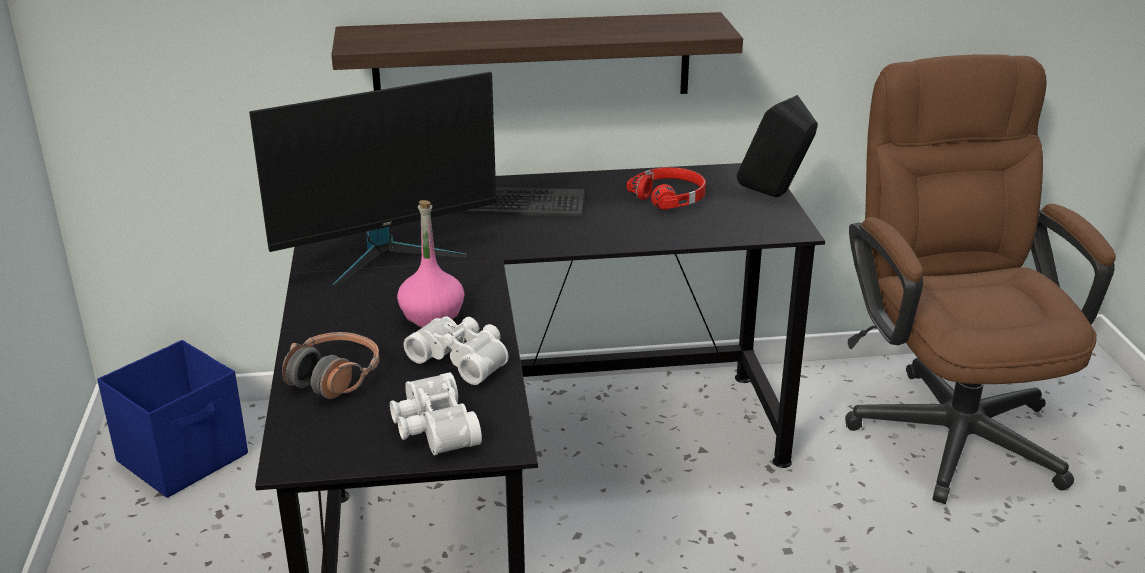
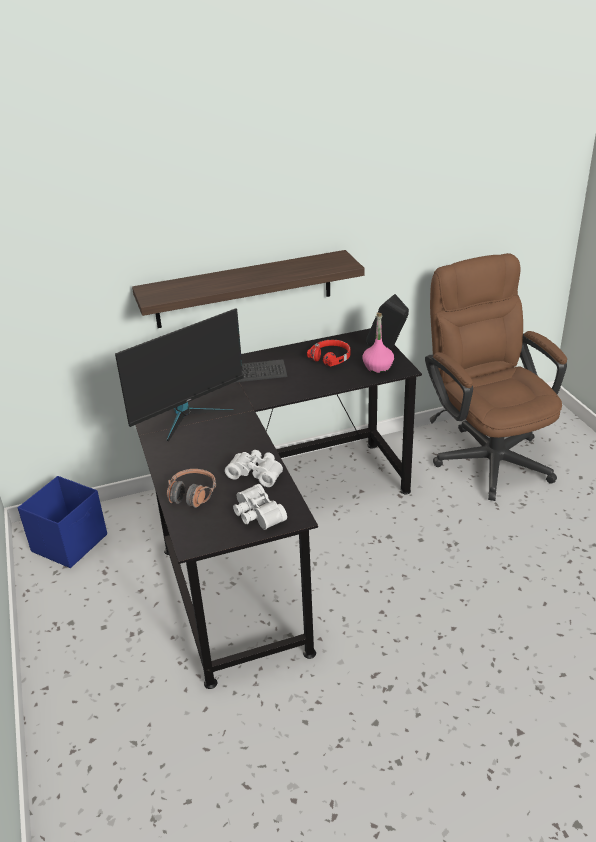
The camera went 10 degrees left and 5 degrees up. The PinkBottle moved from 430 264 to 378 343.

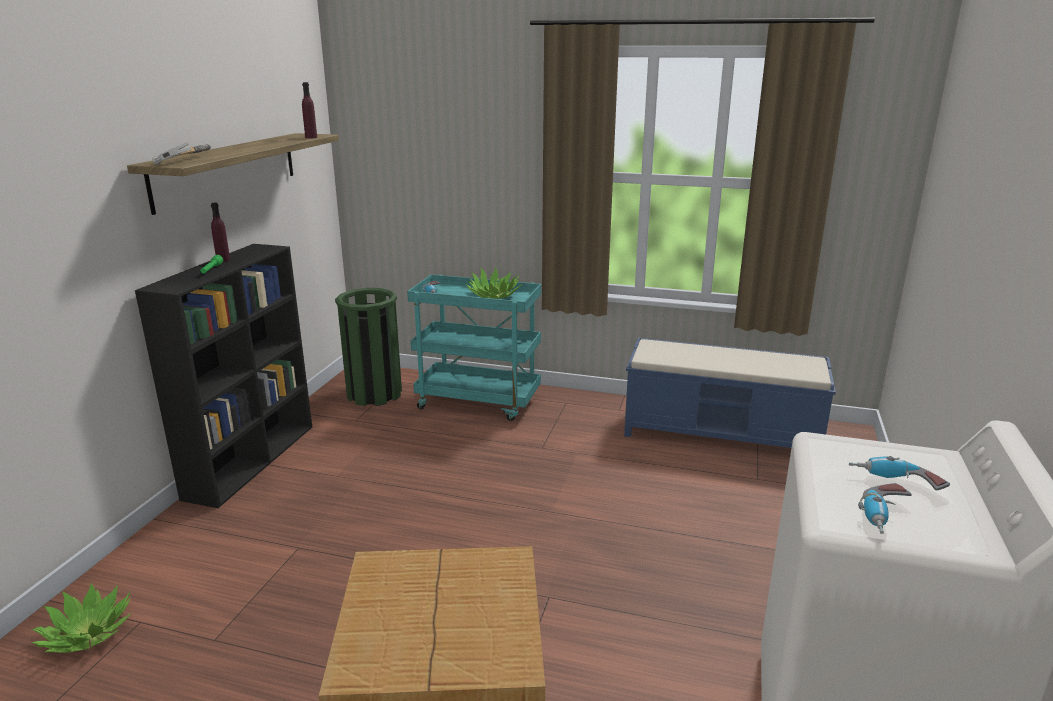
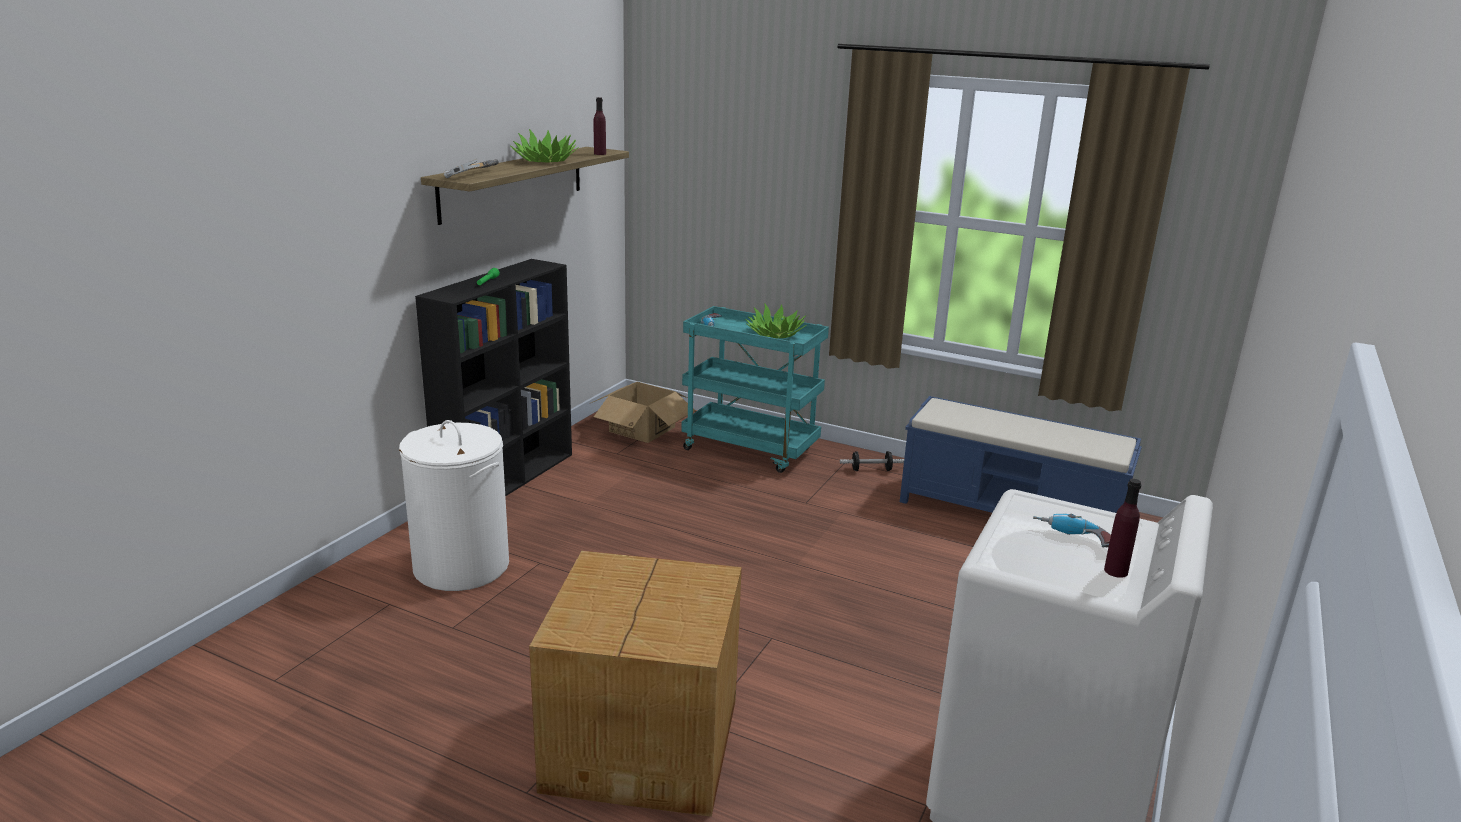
The camera went 10 degrees right and 0 degrees up. The PottedPlant moved from 82 618 to 544 146. The PurpleBottle moved from 220 232 to 1122 528. The GreenTrashCan at 368 347 was replaced by the CardboardBox at 642 412. The PowerDrill at 885 508 disappeared. The WhiteLaundryBasket at 454 505 appeared. The Dumbbell at 872 461 appeared.

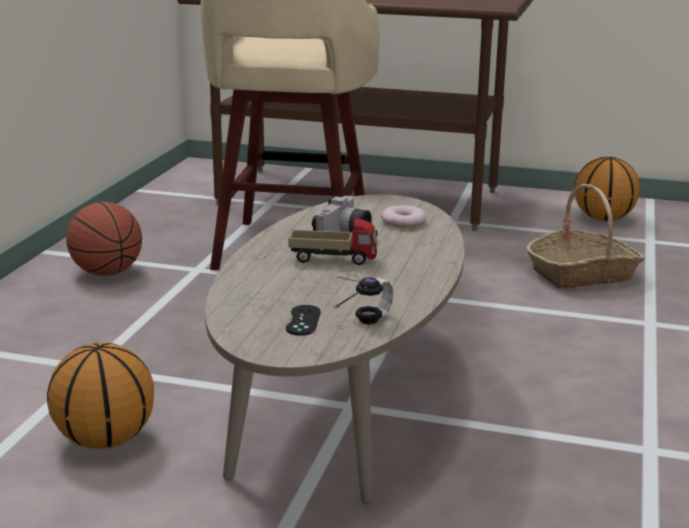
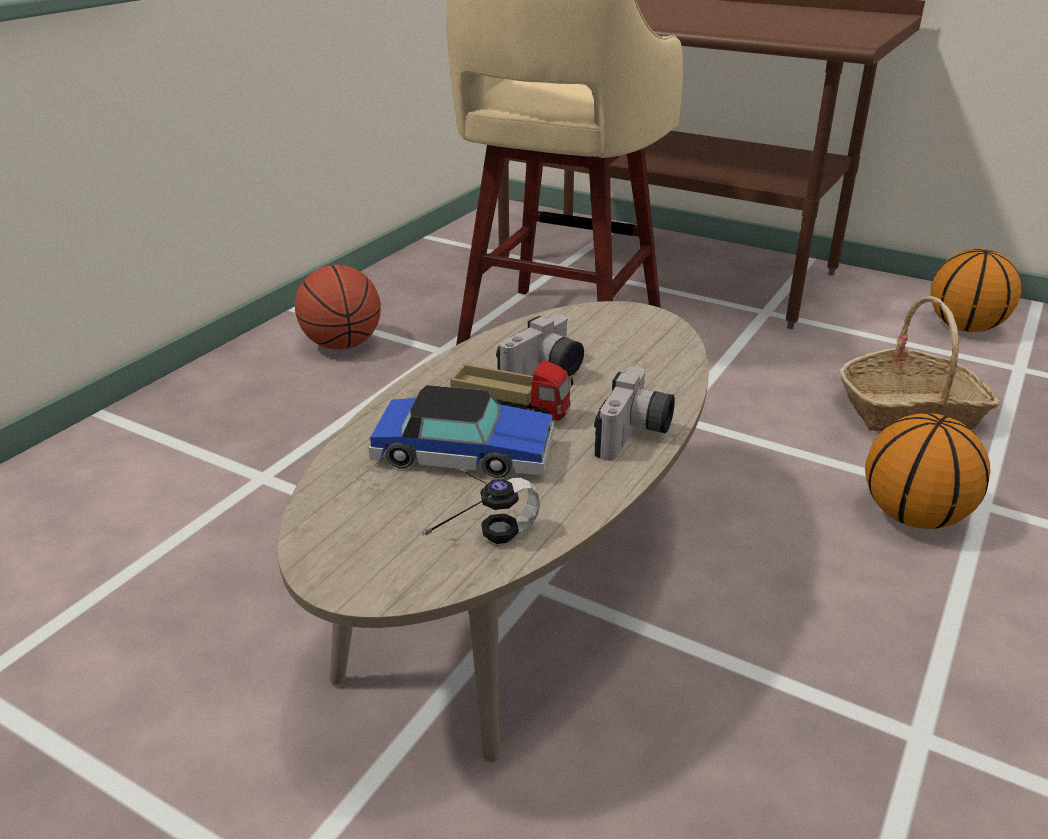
The camera went 15 degrees right and 10 degrees up. The Basketball moved from 100 395 to 928 471. The BlackGameController at 303 320 disappeared. The Donut at 404 216 disappeared. The ToyCar at 461 431 appeared. The PhotoCamera at 634 413 appeared.

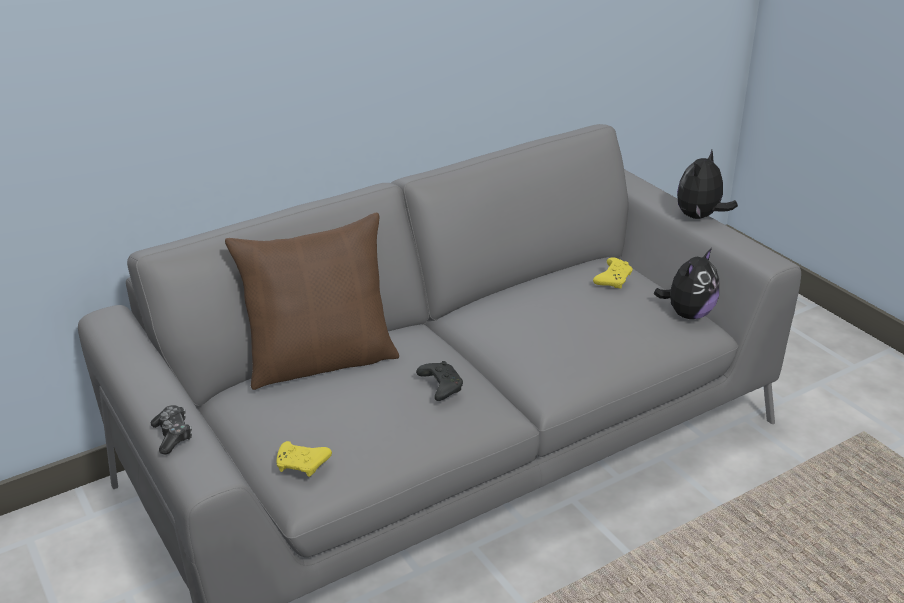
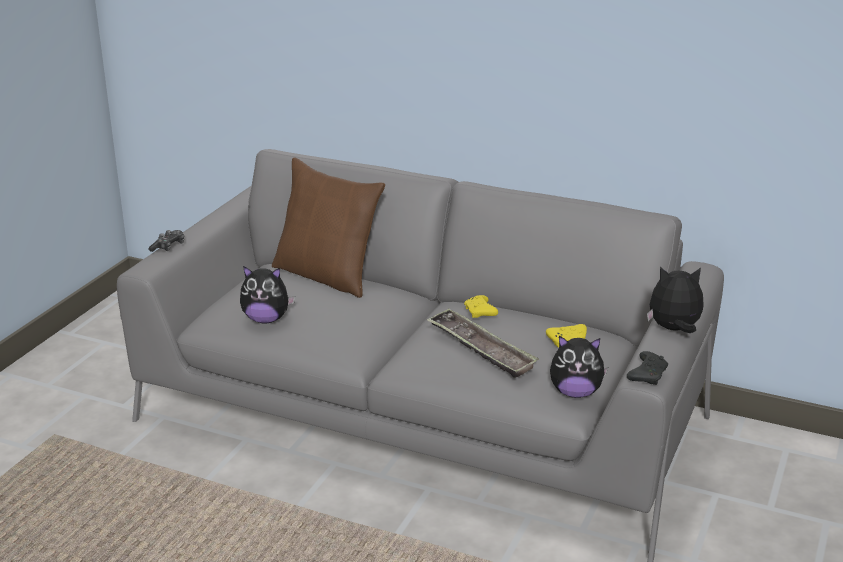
The camera went 55 degrees right and 5 degrees down. The YellowGameController moved from 304 459 to 481 306. The BlackGameController moved from 439 381 to 647 368. The PlushToy at 267 295 appeared. The Tray at 482 343 appeared.

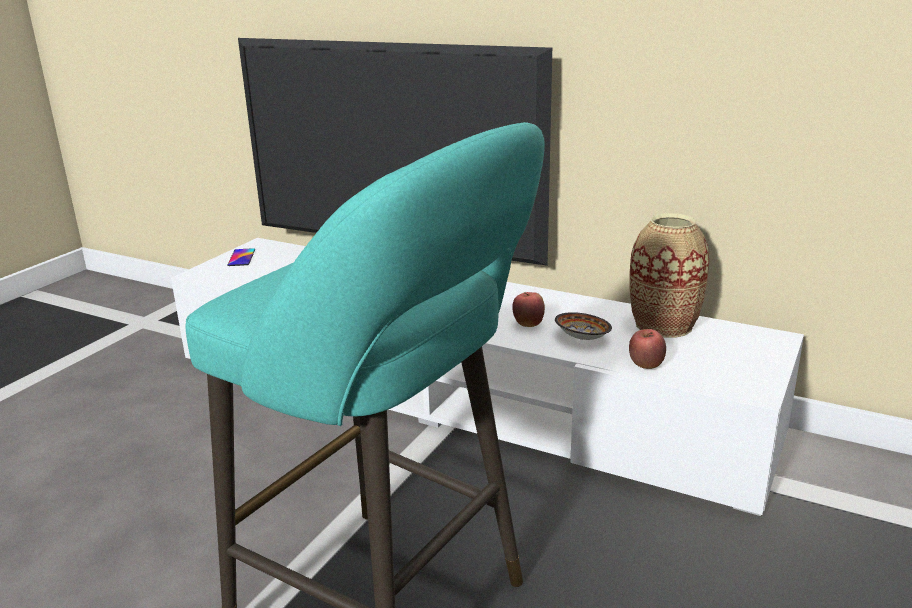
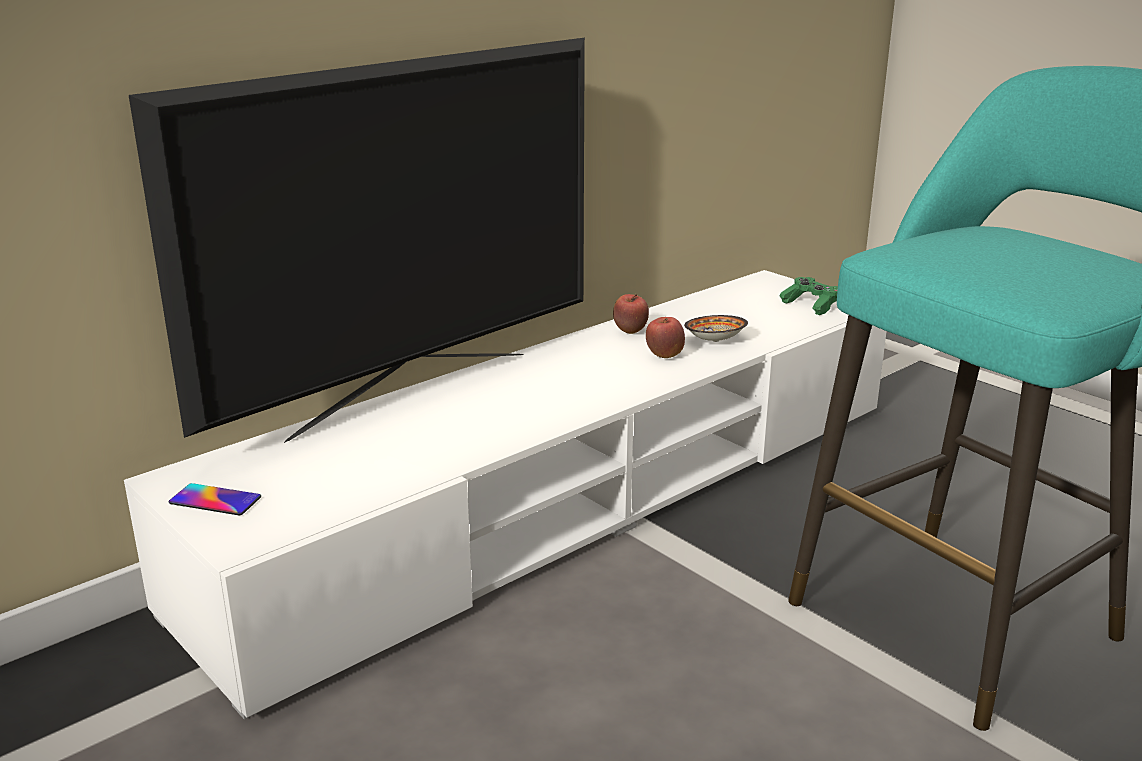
The camera went 70 degrees left and 0 degrees up. The Apple moved from 647 349 to 631 314. The Vase at 670 275 disappeared. The GreenGameController at 808 296 appeared.

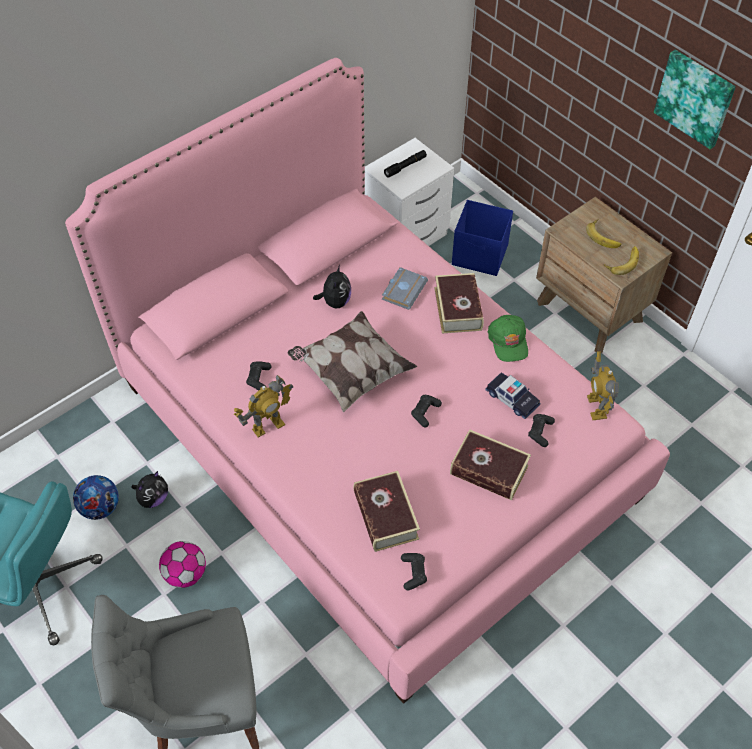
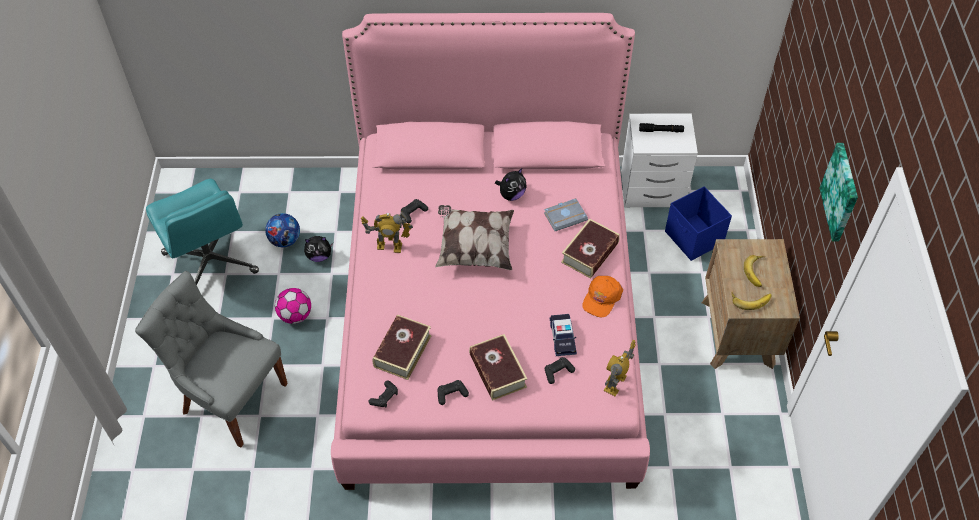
The camera went 40 degrees right and 0 degrees up. The BlackGameController moved from 426 411 to 453 392. The GreenCap at 508 338 became the OrangeCap at 602 296.

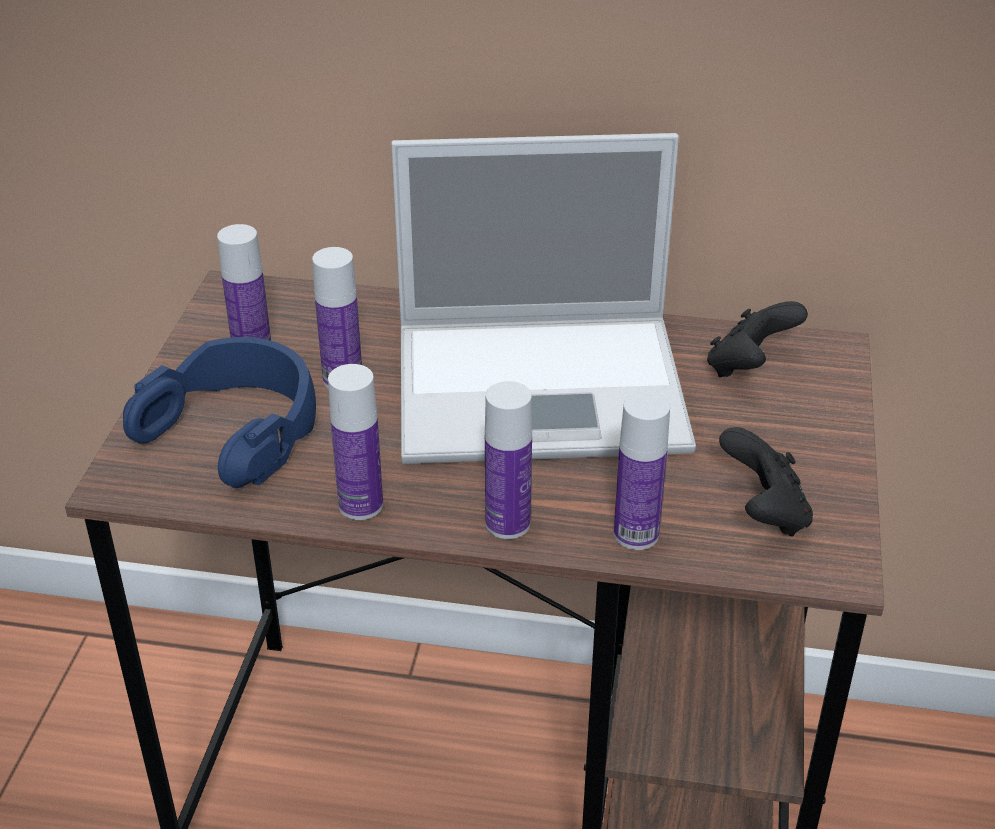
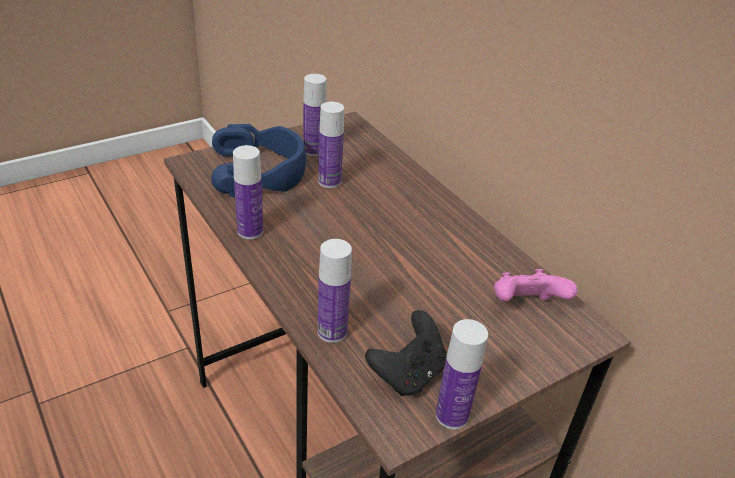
The camera went 45 degrees right and 0 degrees up. The Laptop at 543 298 disappeared. The Bottle moved from 508 460 to 462 374. The BlackGameController at 757 339 became the PinkGameController at 536 285.

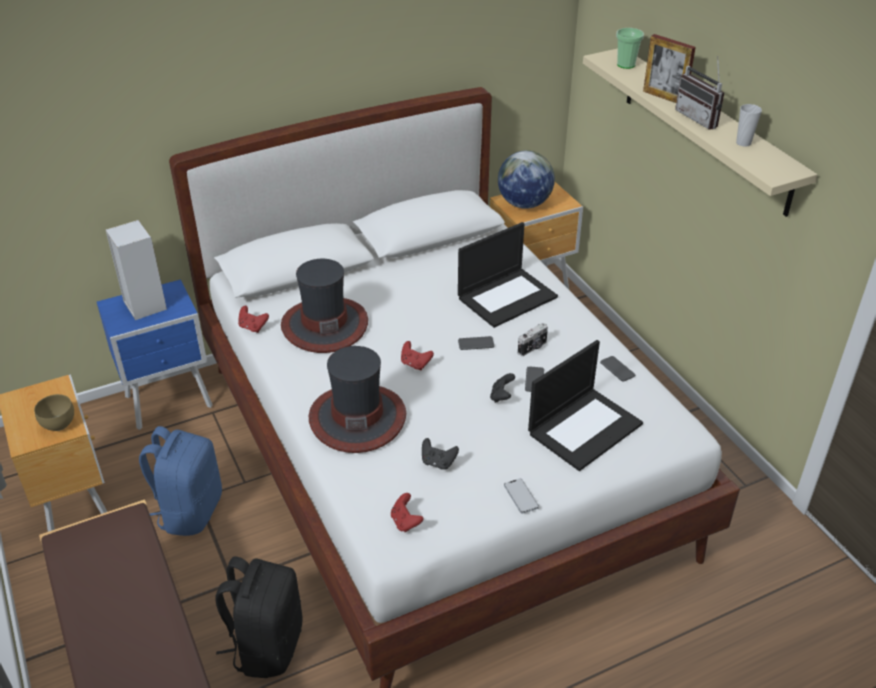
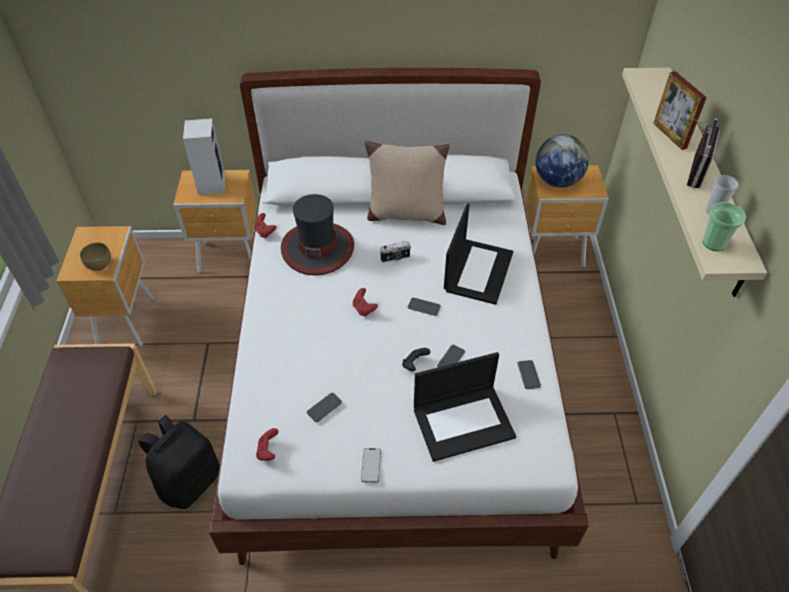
The camera went 25 degrees right and 10 degrees up. The BlueNightstand at 154 354 became the BrownNightstand at 215 221. The BlueBackpack at 180 481 disappeared. The Hat at 357 399 disappeared. The BlackGameController at 440 454 was replaced by the Phone at 324 407. The Laptop at 508 275 turned 60 degrees counterclockwise. The PhotoCamera moved from 533 339 to 395 252. The Cup moved from 630 48 to 724 226. The Radio at 700 93 turned 150 degrees counterclockwise. The BeigePillow at 407 182 appeared.

